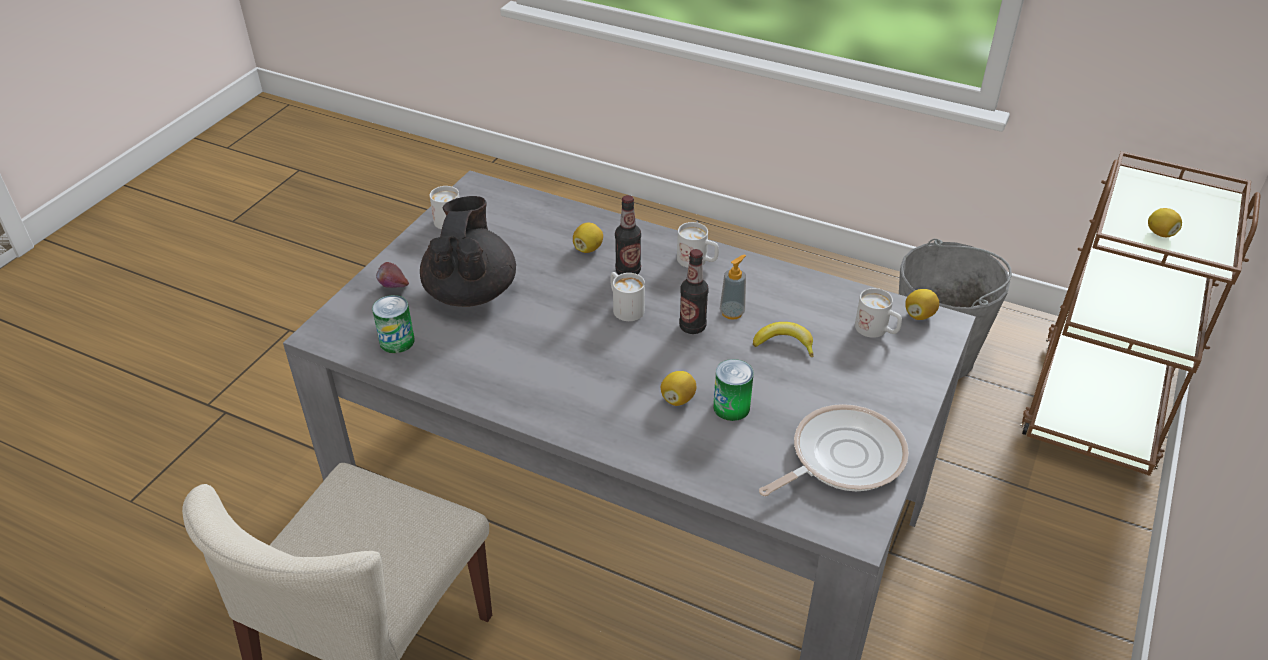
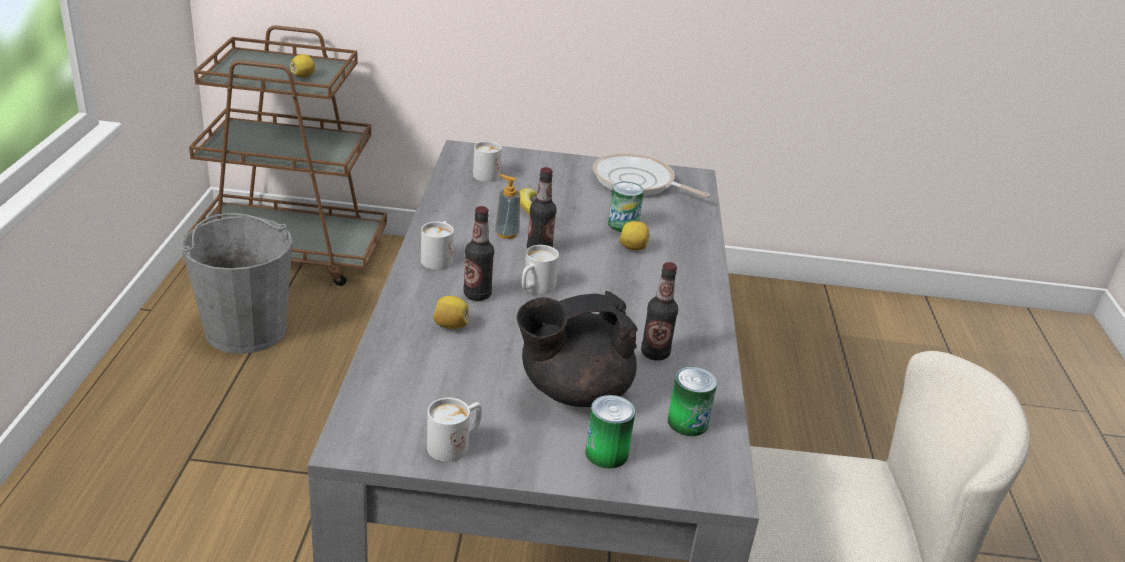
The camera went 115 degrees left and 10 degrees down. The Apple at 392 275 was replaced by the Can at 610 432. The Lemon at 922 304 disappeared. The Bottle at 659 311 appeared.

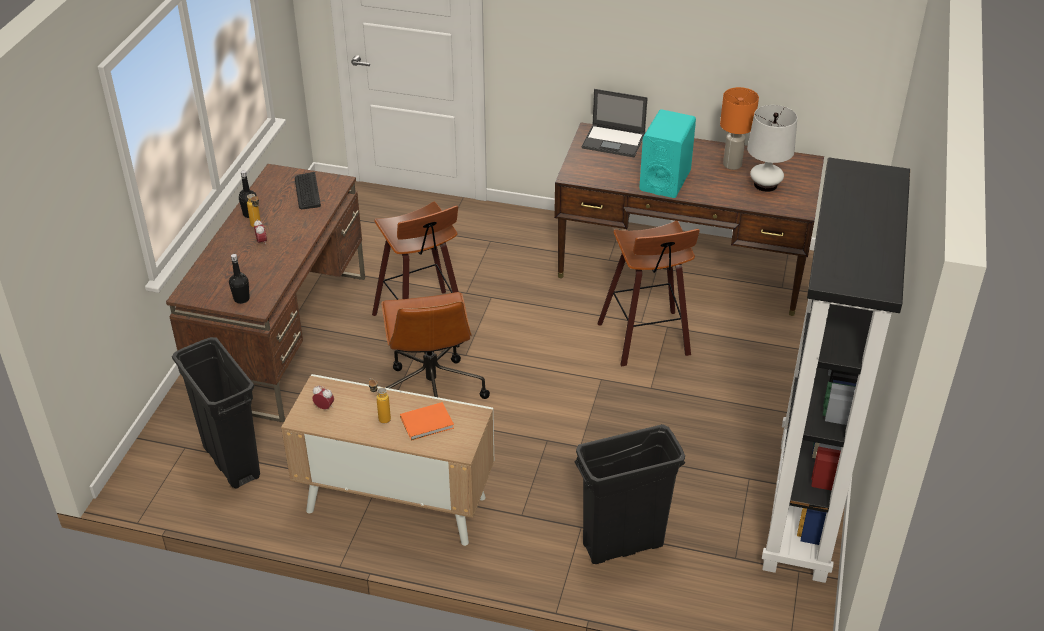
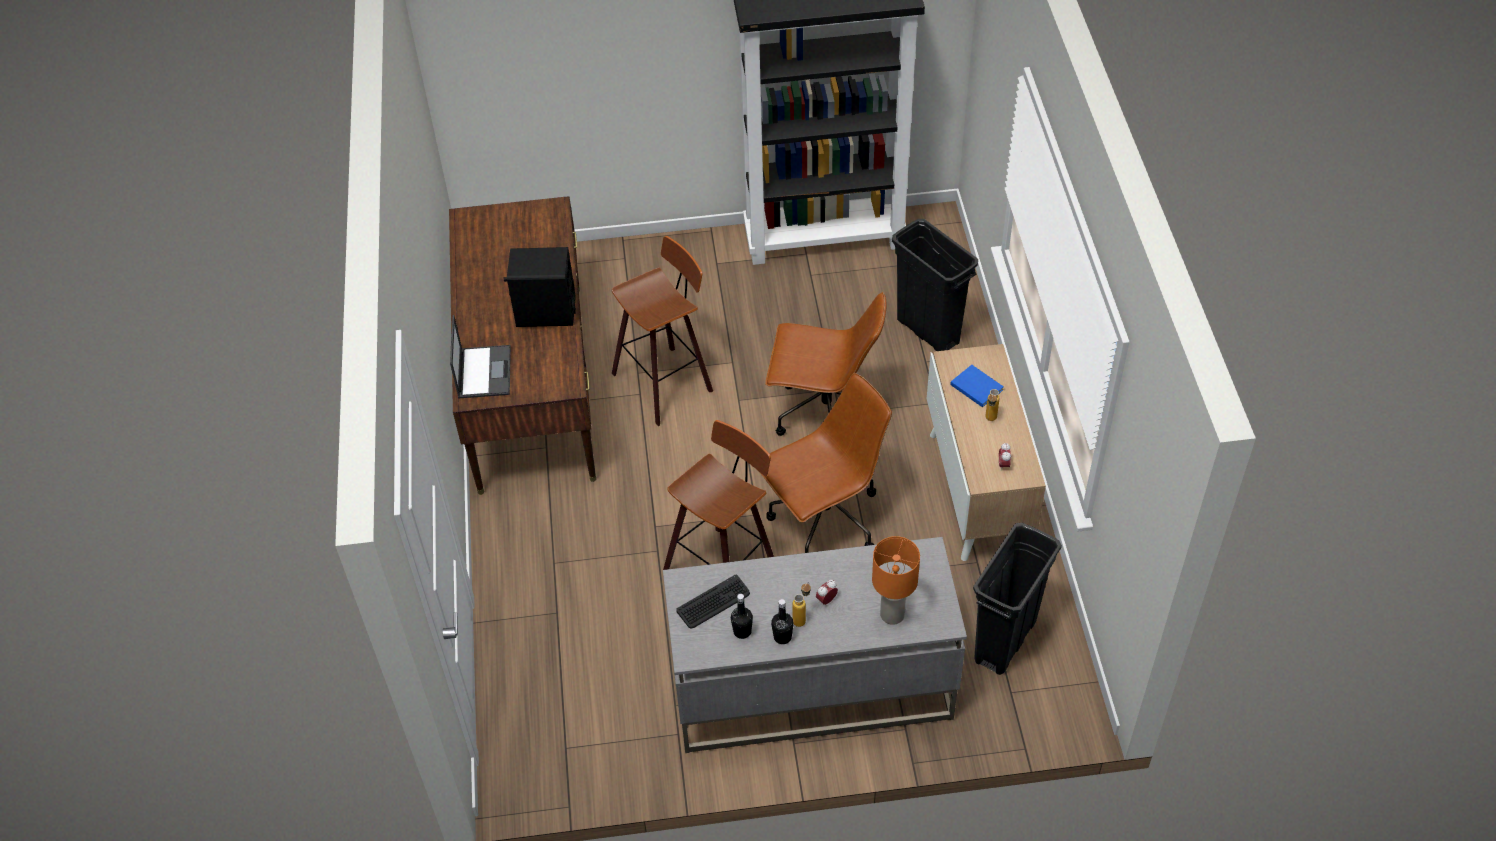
The camera went 110 degrees left and 10 degrees up. The BrownDesk at 265 293 became the GreyDesk at 815 645. The BlackBottle moved from 239 279 to 742 616. The OrangeBook at 427 421 became the BlueBook at 977 386. The TurquoiseSpeaker at 667 153 became the BlackSpeaker at 539 287. The OrangeTableLamp moved from 739 128 to 896 580. The WhiteTableLamp at 772 148 disappeared. The BrownOfficeChair at 826 364 appeared.

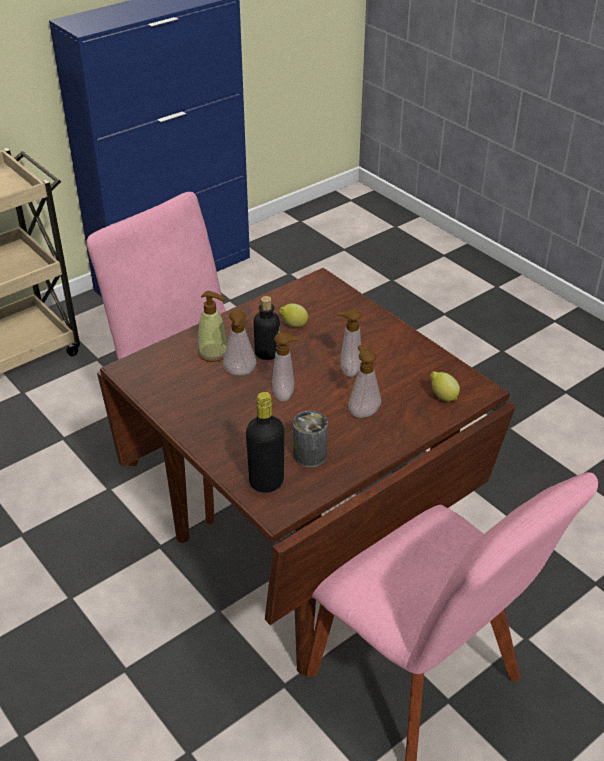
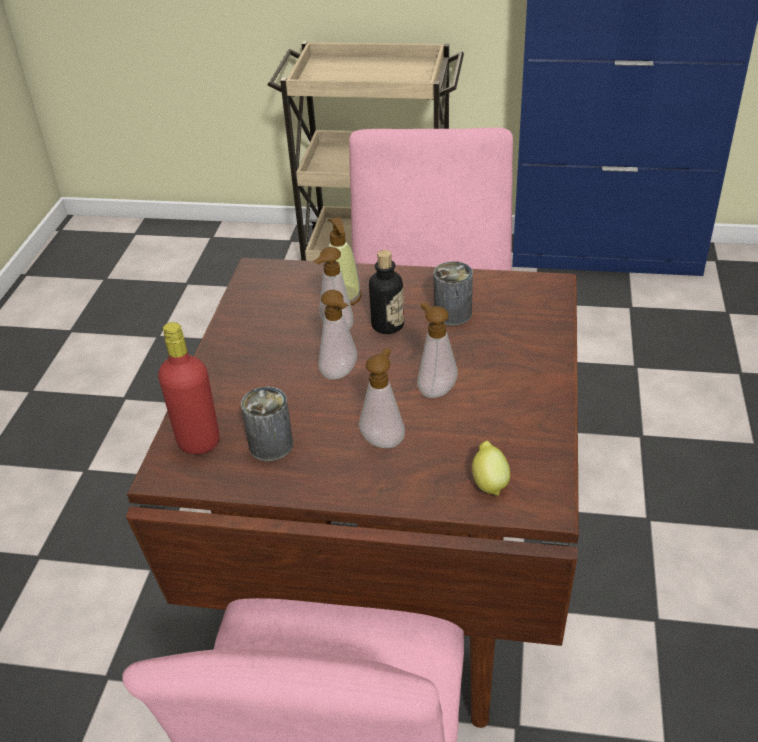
The camera went 50 degrees right and 0 degrees up. The BlackBottle at 265 442 became the RedBottle at 189 388. The Lemon at 293 315 was replaced by the Can at 453 293.

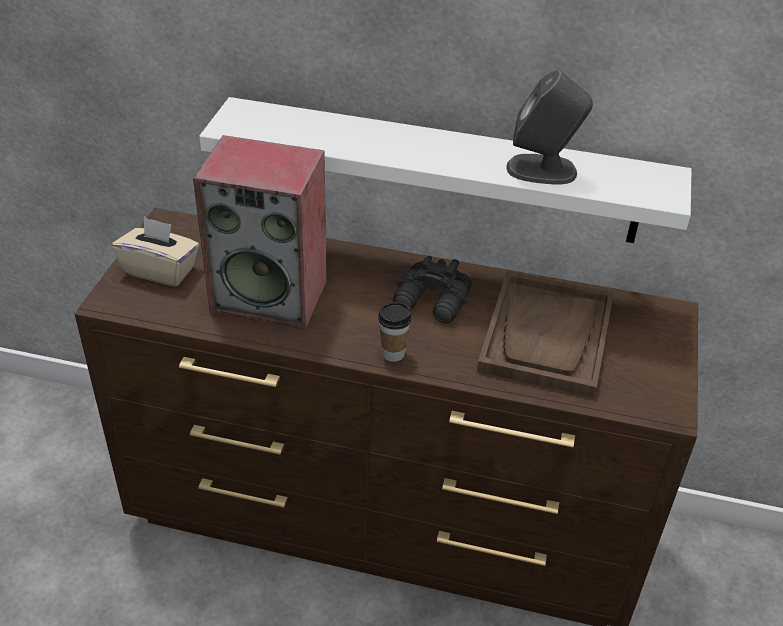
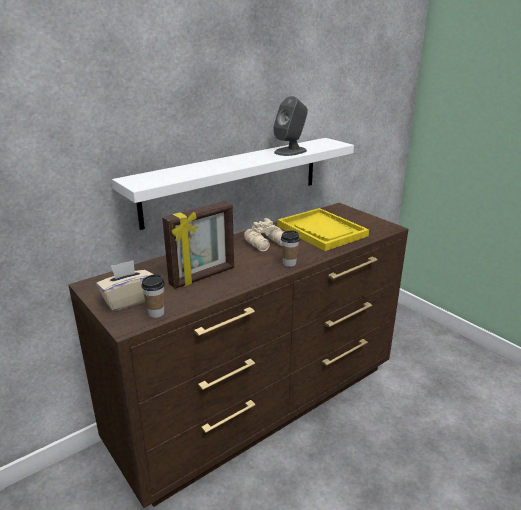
The camera went 50 degrees left and 15 degrees down. The Speaker at 260 232 was replaced by the PictureFrame at 198 245. The BlackBinoculars at 432 289 became the BeigeBinoculars at 264 235. The BrownTray at 545 334 became the YellowTray at 323 229. The Cup at 153 296 appeared.

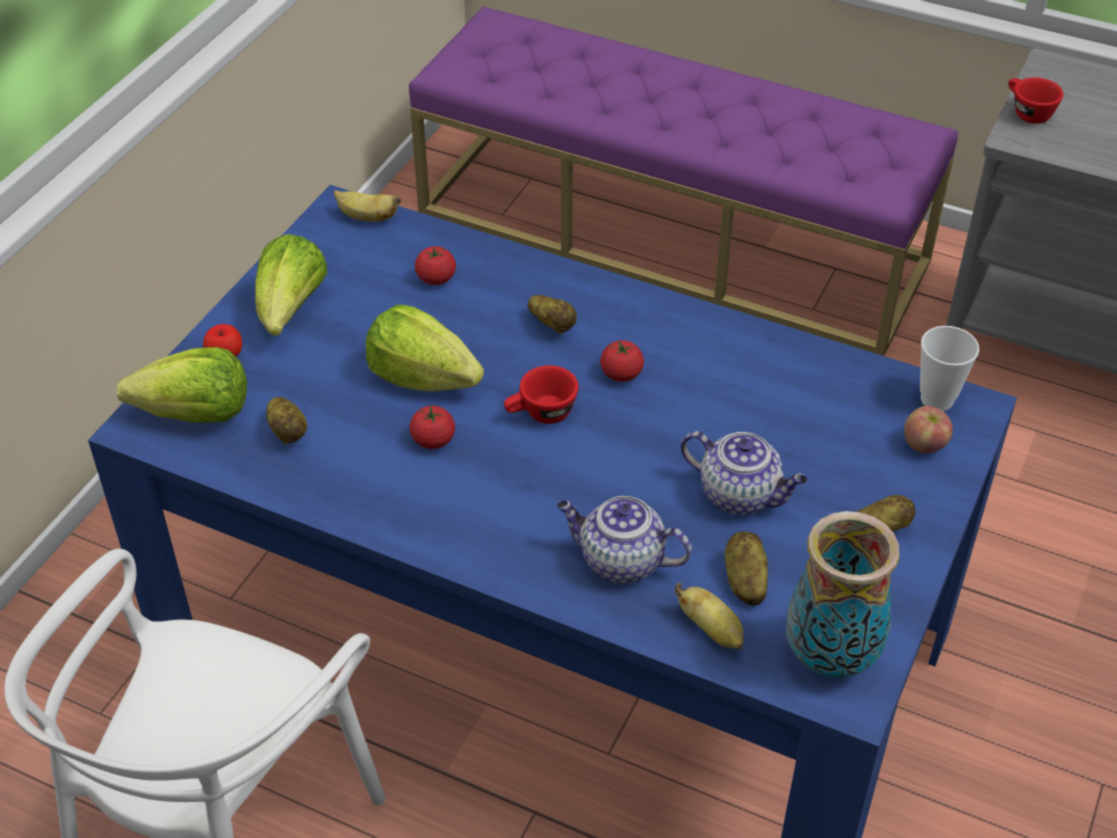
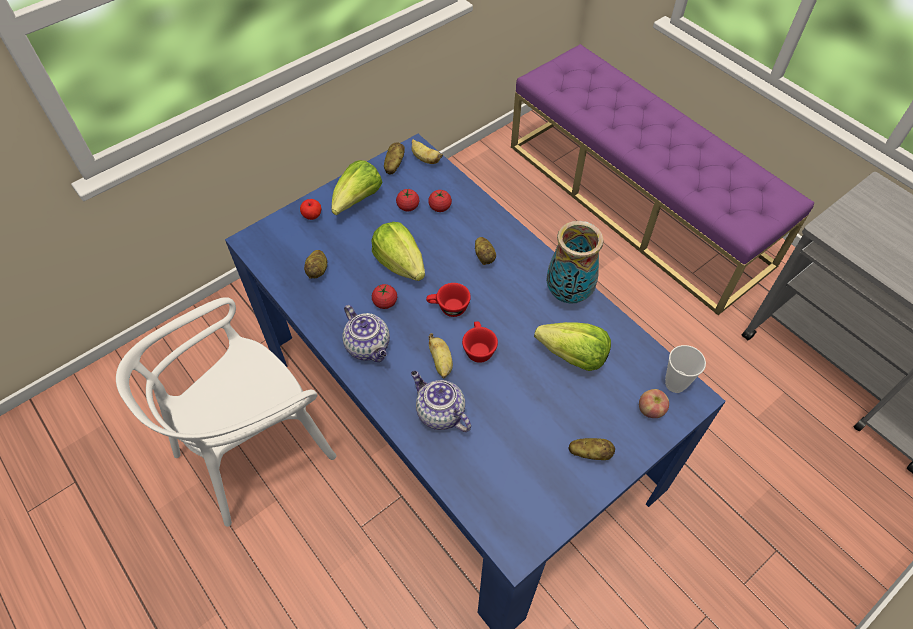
The camera went 25 degrees right and 10 degrees up. The Lettuce moved from 182 385 to 572 346. The Tomato moved from 622 361 to 407 200. The Banana moved from 709 616 to 441 355. The Teapot moved from 744 473 to 366 333. The Potato moved from 746 568 to 394 158. The Vase moved from 843 594 to 575 262. The RedCup moved from 1036 100 to 480 342.

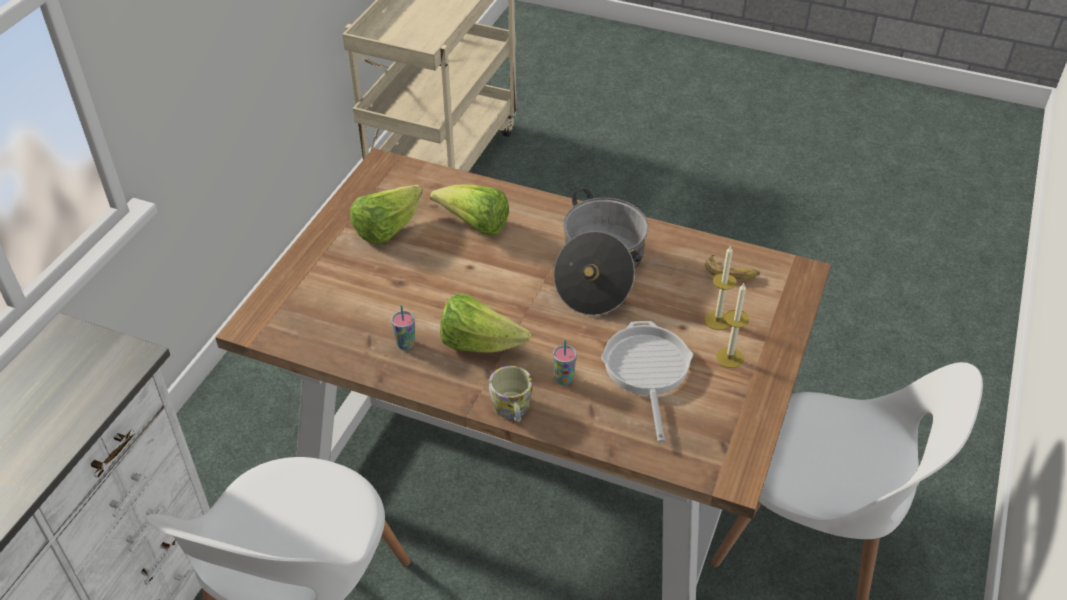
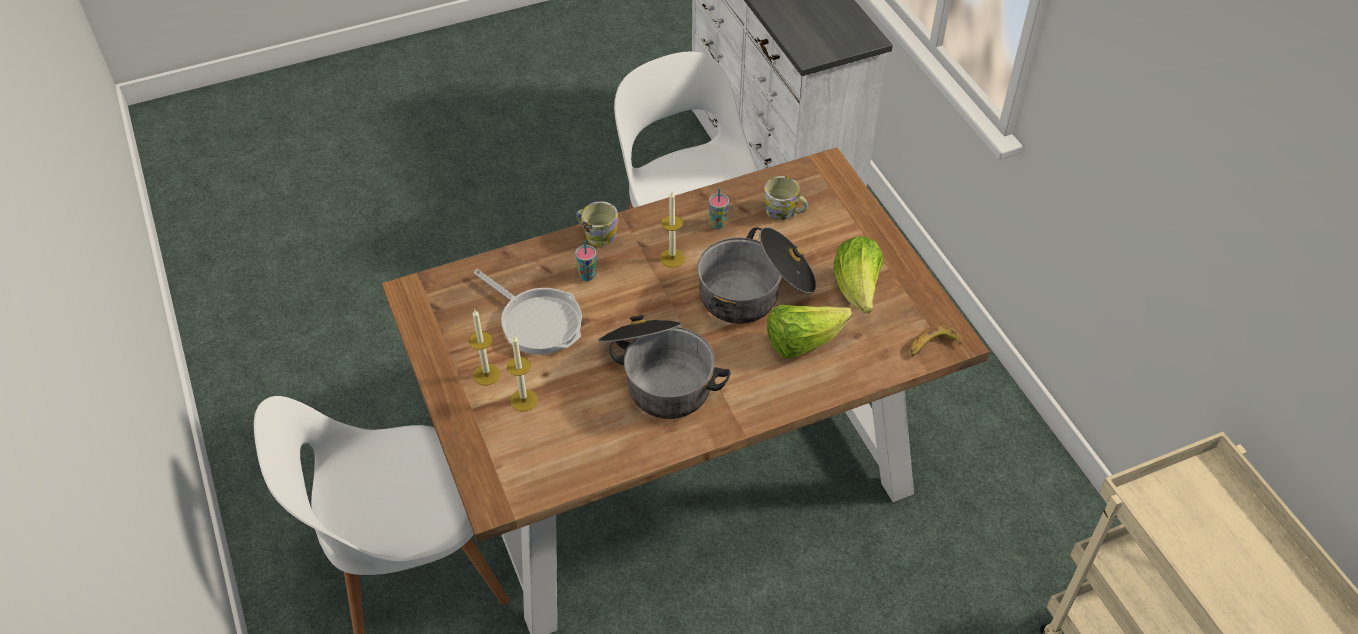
The camera went 135 degrees right and 5 degrees up. The Lettuce at 485 323 was replaced by the Candle at 672 230. The Banana moved from 732 267 to 935 341. The CookingPot at 756 275 appeared. The Mug at 786 198 appeared.

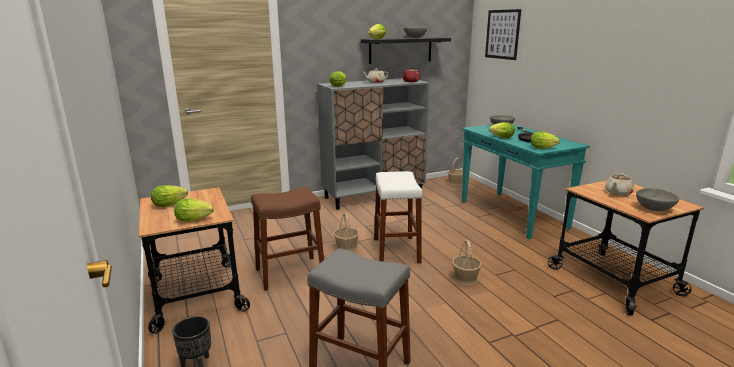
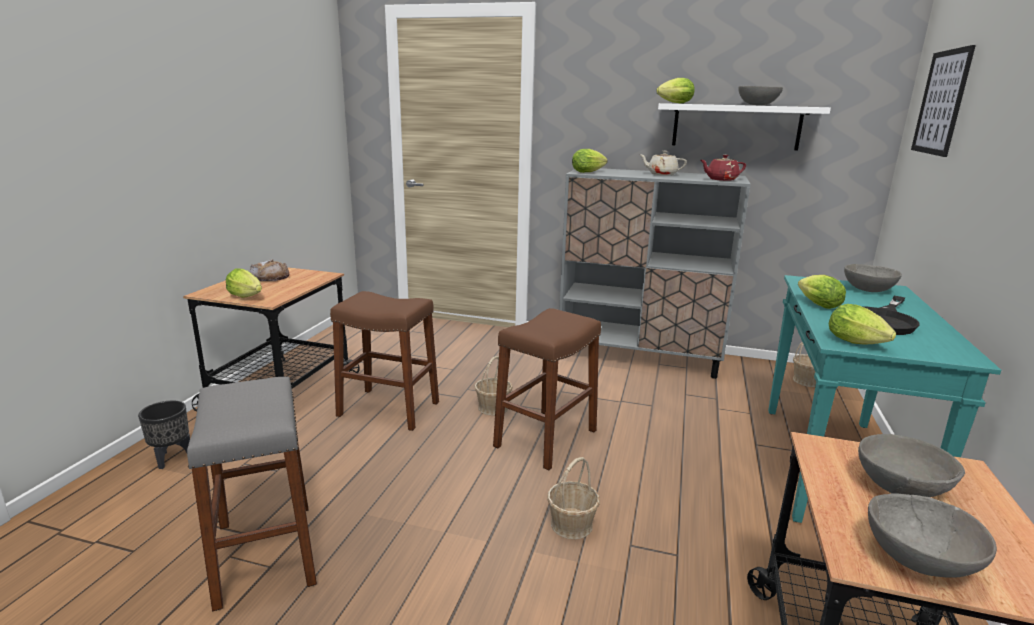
The camera went 40 degrees right and 0 degrees up. The Lettuce at 169 196 was replaced by the Bread at 269 270. The BlackShelf at 406 50 became the WhiteShelf at 744 126. The WhiteStool at 398 217 became the BrownStool at 547 389. The BeigeTeapot at 619 184 was replaced by the GreyBowl at 911 465.

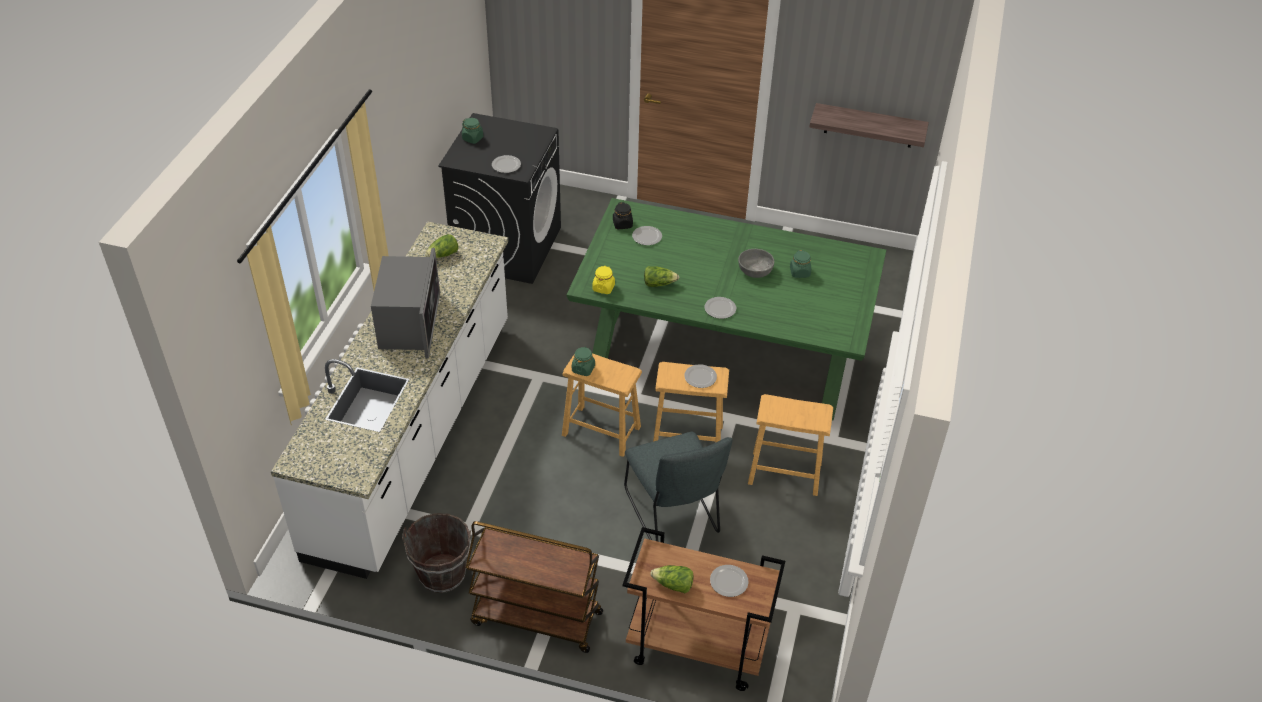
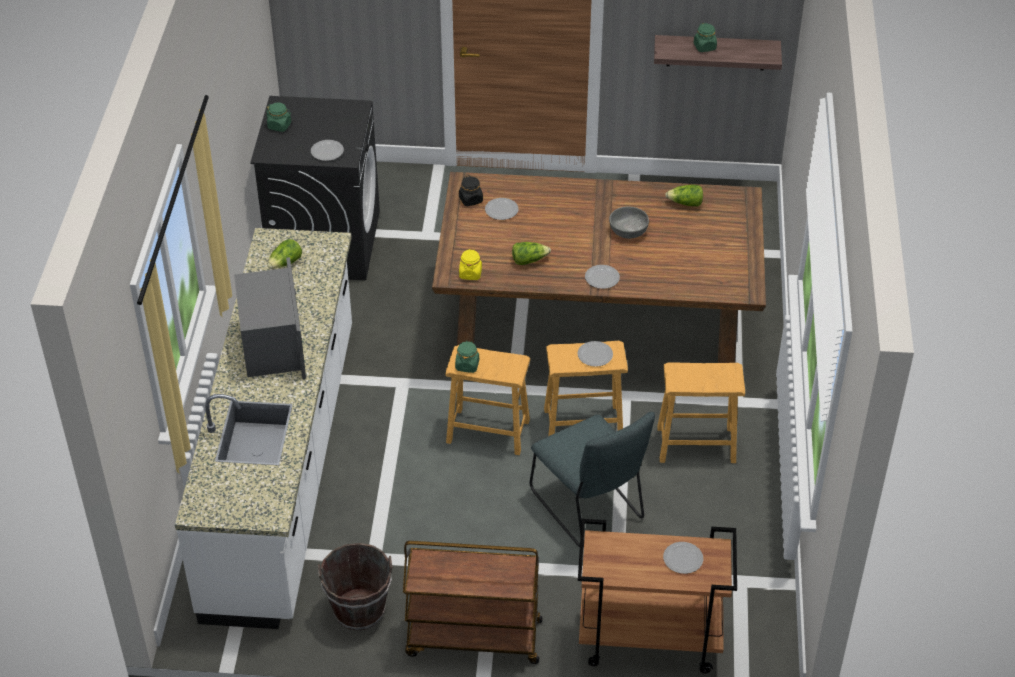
The camera went 10 degrees left and 0 degrees up. The GreenDiningTable at 726 309 became the BrownDiningTable at 599 267. The Lettuce moved from 672 579 to 684 196. The GreenJar moved from 800 264 to 705 37.

